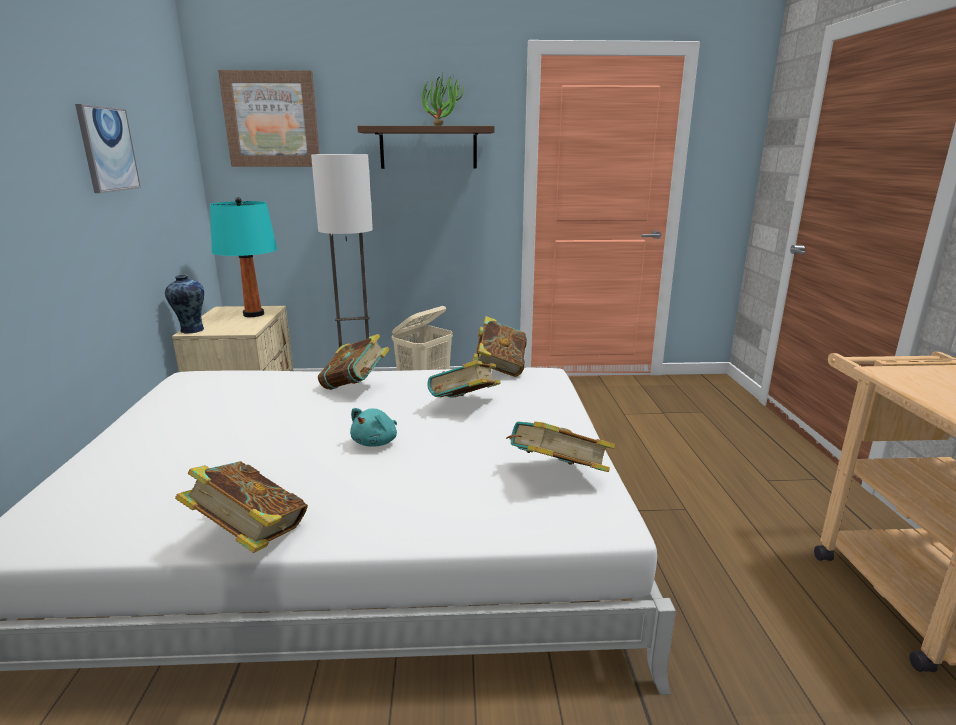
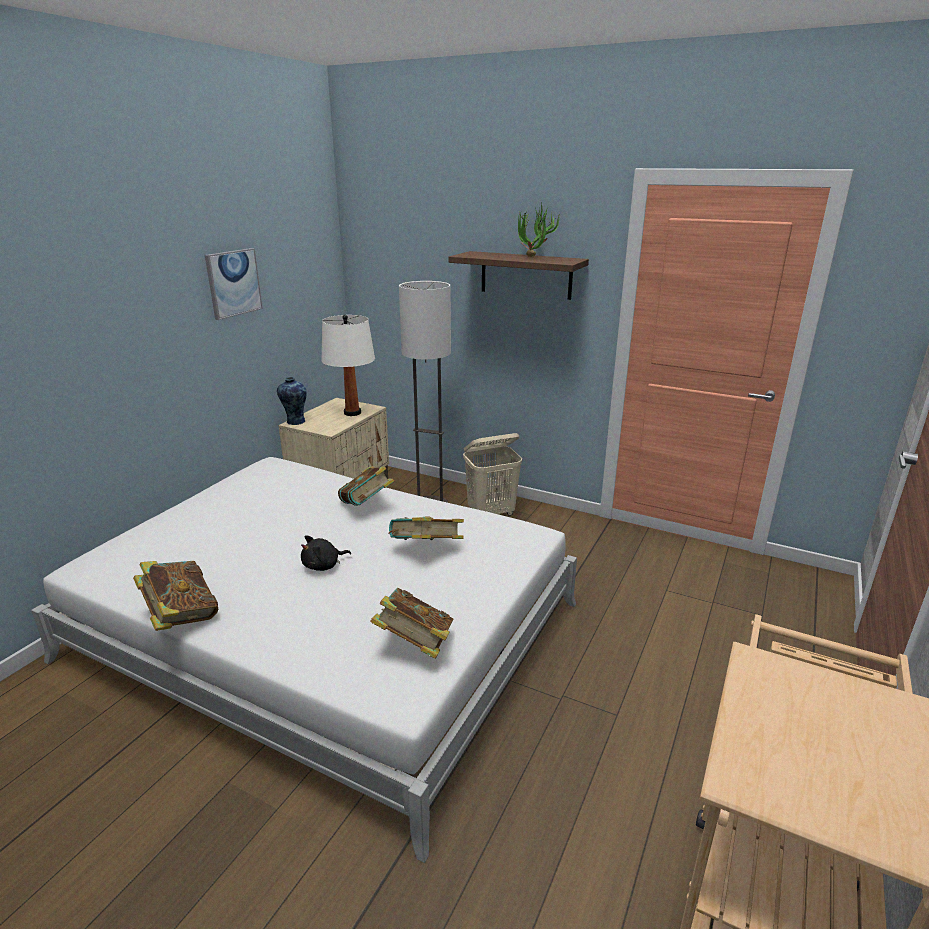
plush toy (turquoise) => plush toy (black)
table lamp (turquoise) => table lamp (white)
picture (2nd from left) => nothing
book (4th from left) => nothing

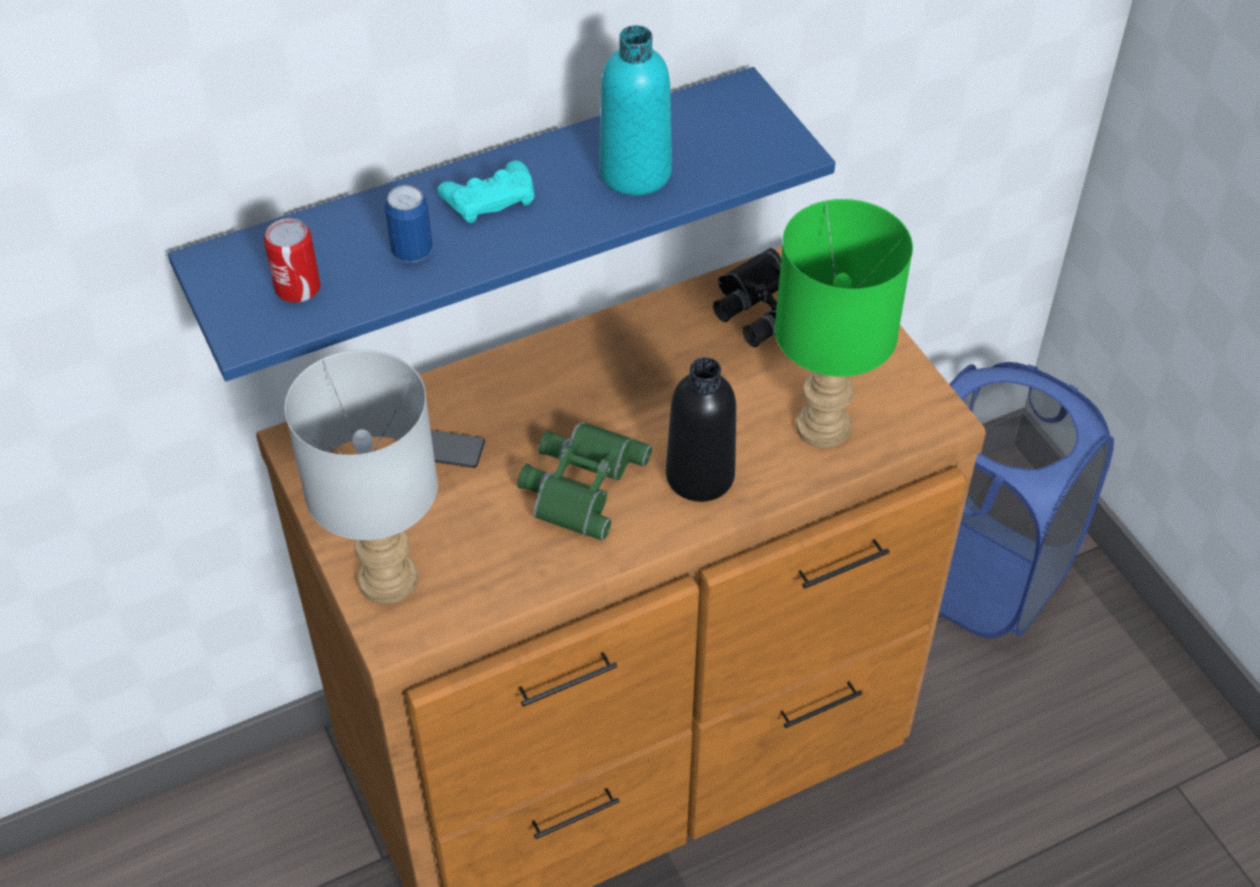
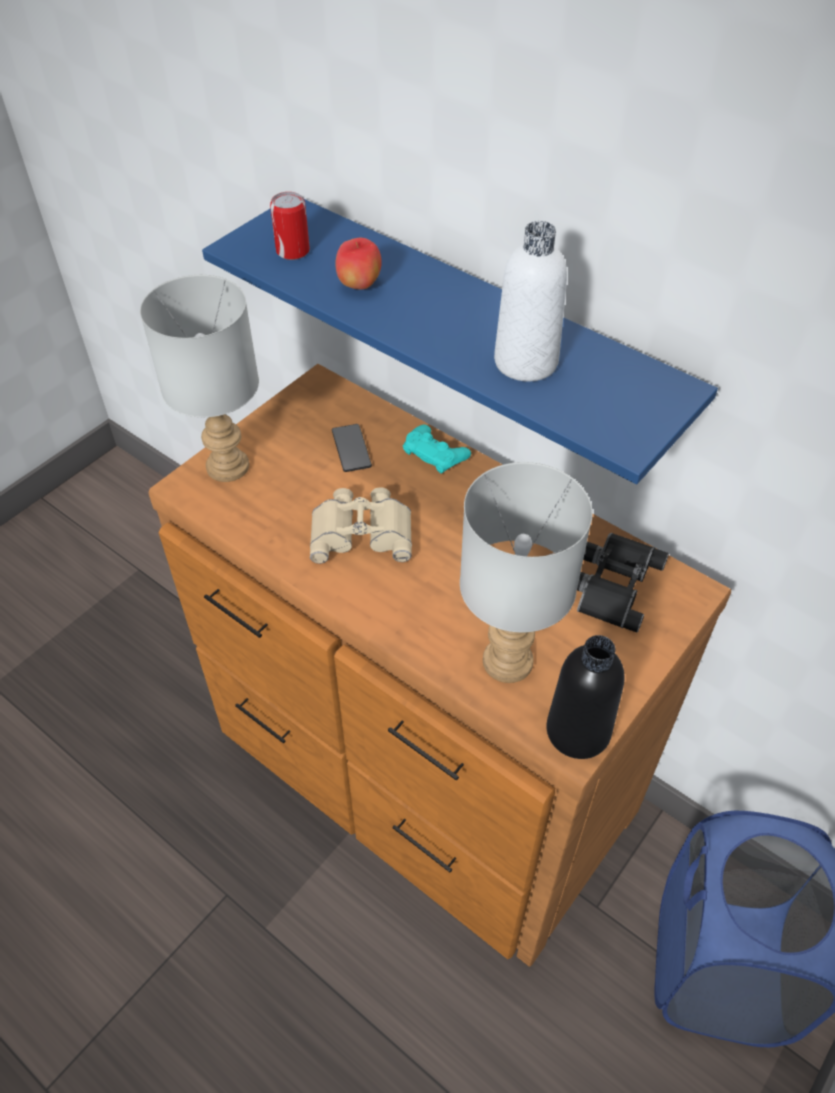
binoculars (green) => binoculars (beige)
can (2nd from left) => apple
game controller (turquoise), move
table lamp (green) => table lamp (grey) (2nd from left)
bottle (turquoise) => bottle (white)
bottle (black), move

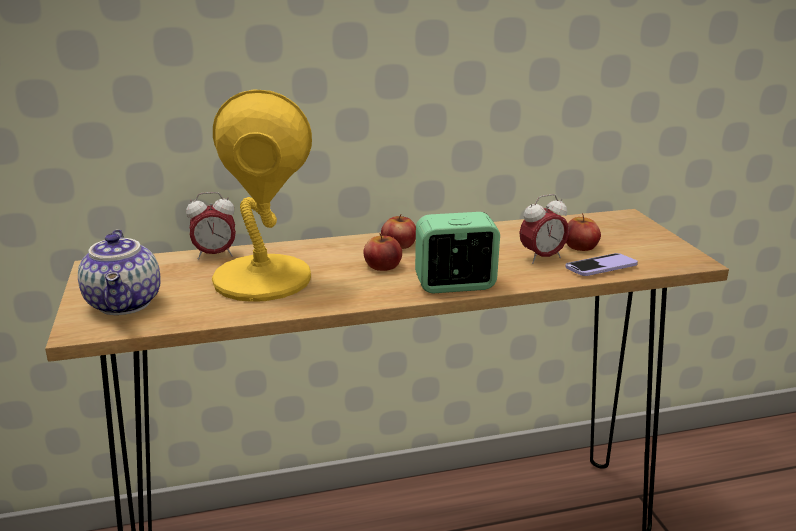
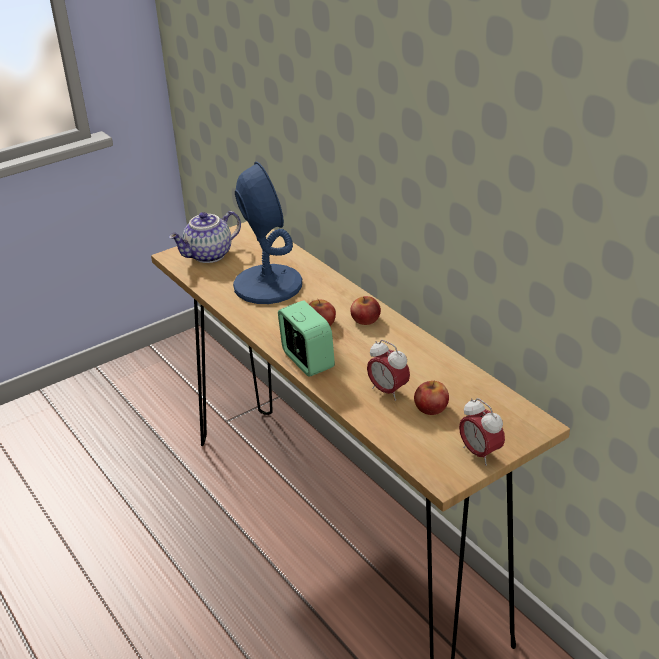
table lamp (yellow) => table lamp (blue)
alarm clock (1st from left in the first image) => alarm clock (3rd from left), move
phone => nothing

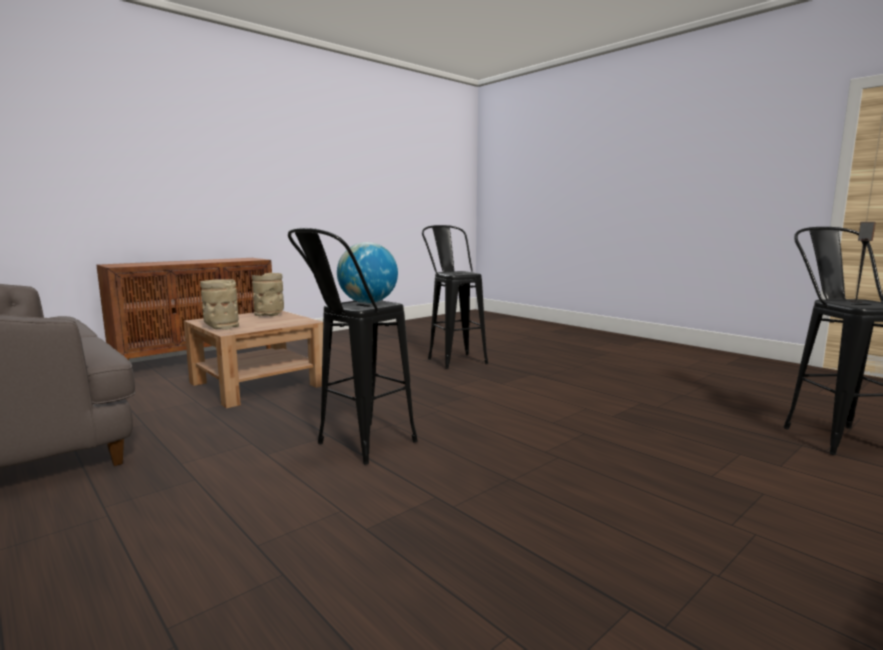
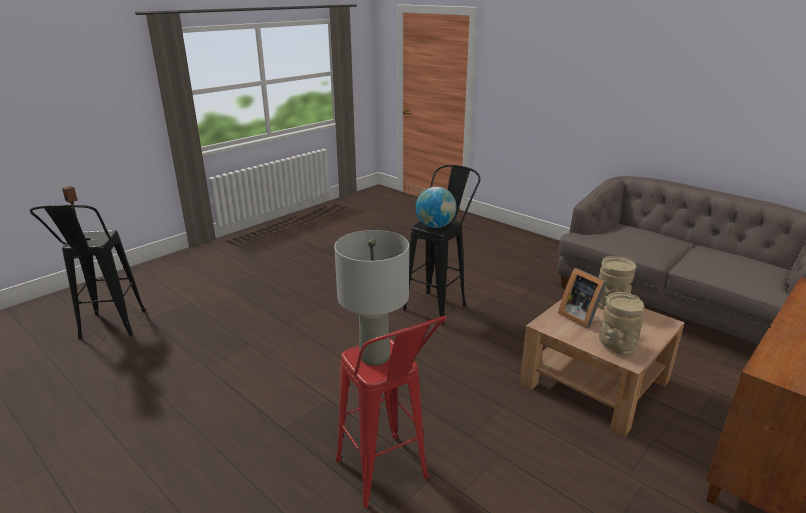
nothing => table lamp (grey)
stool (black) (2nd from left) => stool (red)
nothing => picture frame

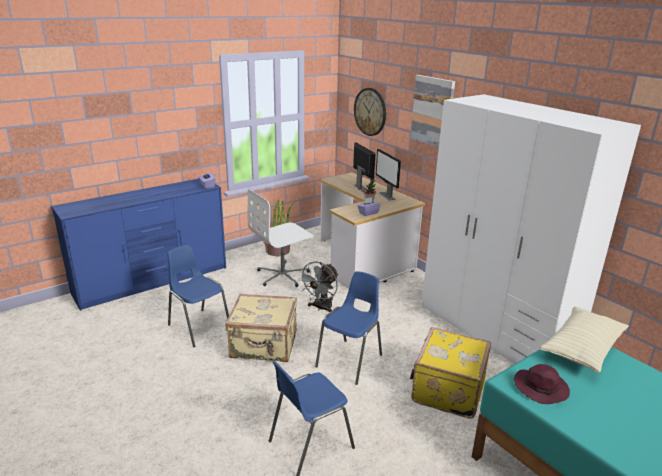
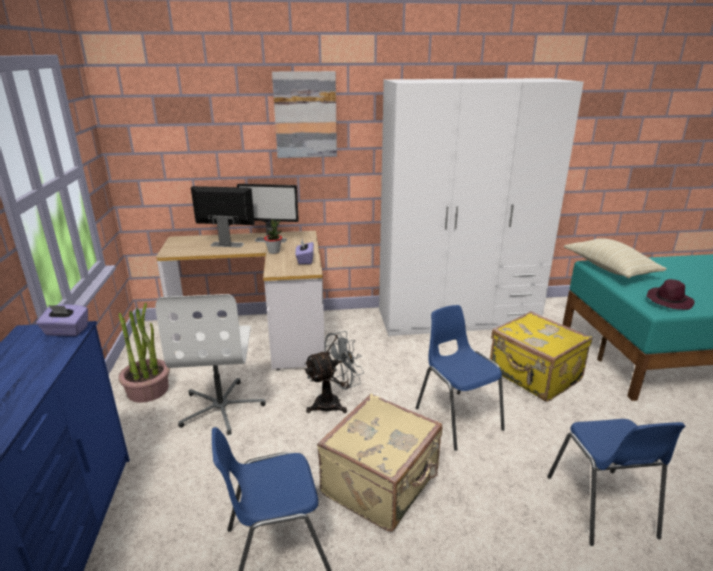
fan (grey), 90 degrees counterclockwise
wall clock => nothing

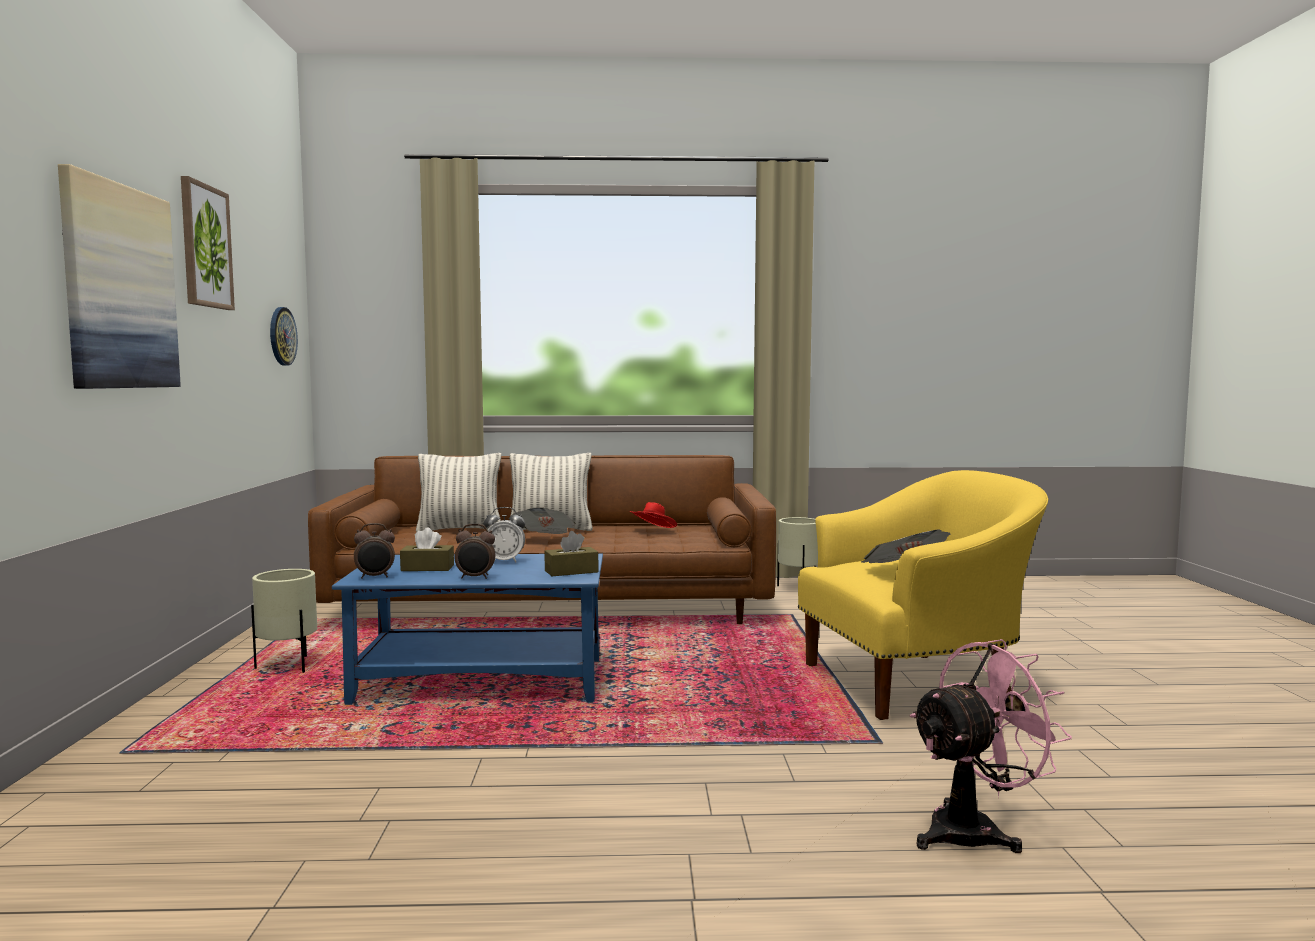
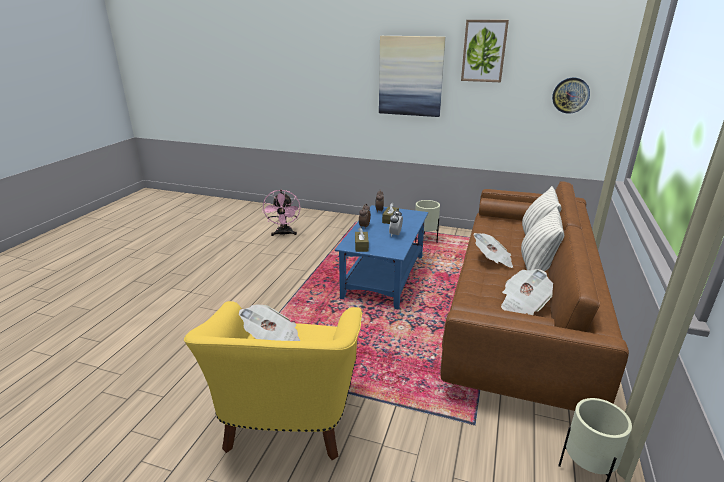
fan (pink), move
hat (red) => newspaper (3rd from left)

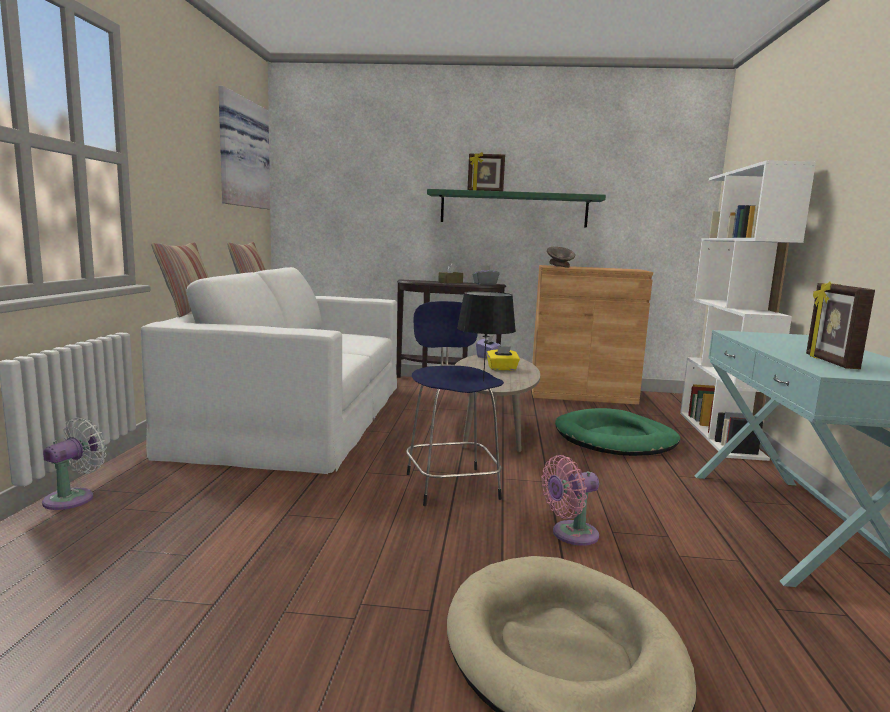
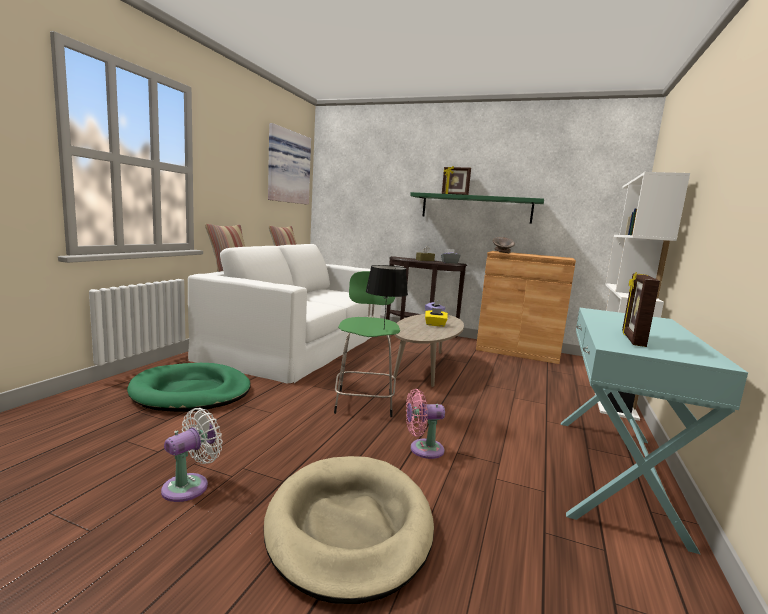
dog bed (green), move
fan (white), move
stool (blue) => stool (green)

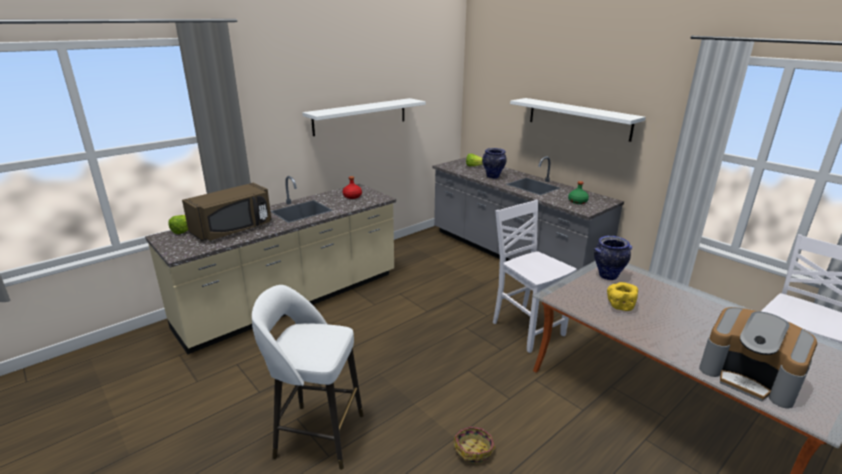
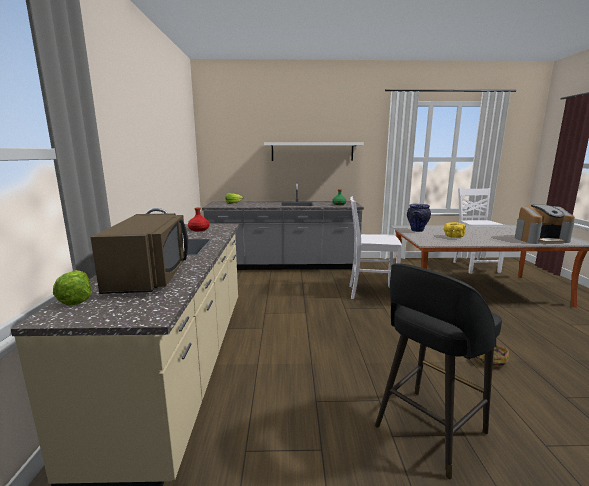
stool (white) => stool (black)
shelf (white) (1st from left) => nothing
vase (1st from left) => nothing

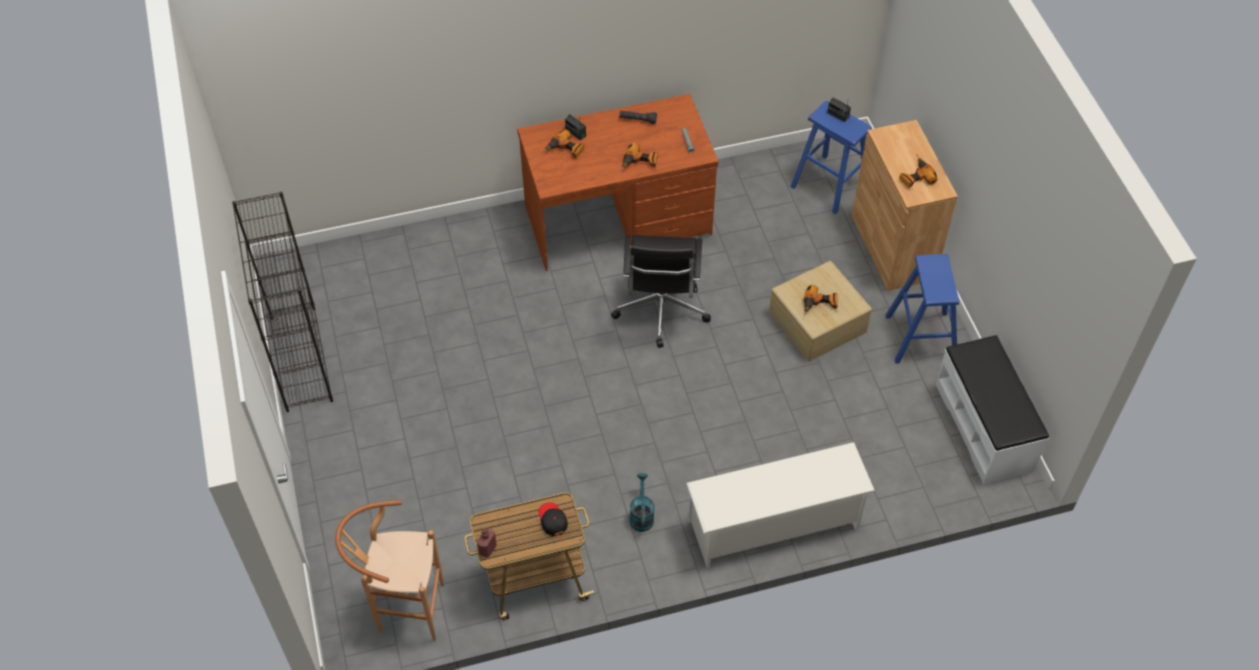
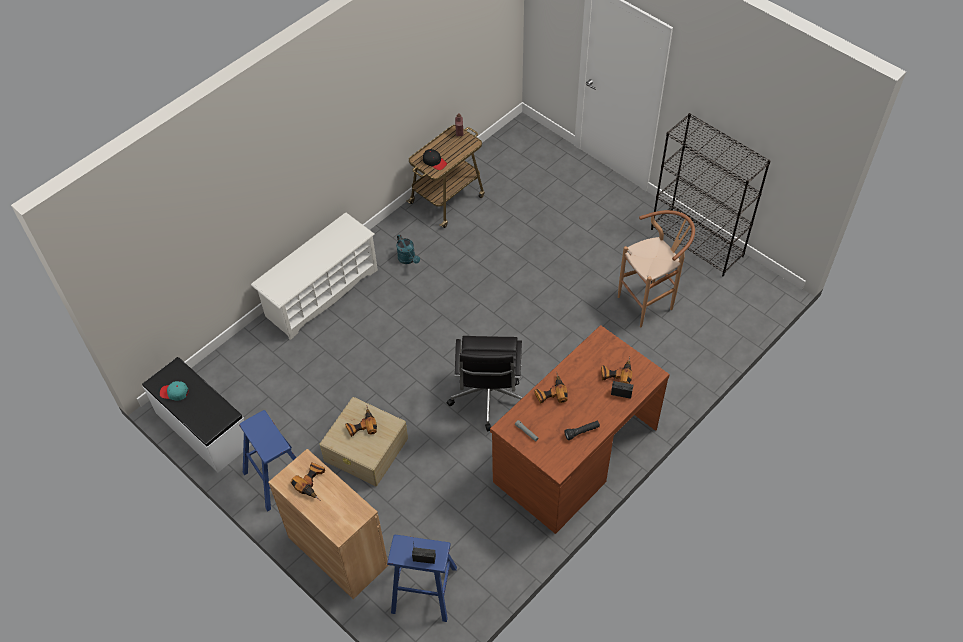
nothing => cap (turquoise)
office chair (black), 150 degrees counterclockwise
stool (brown), move

